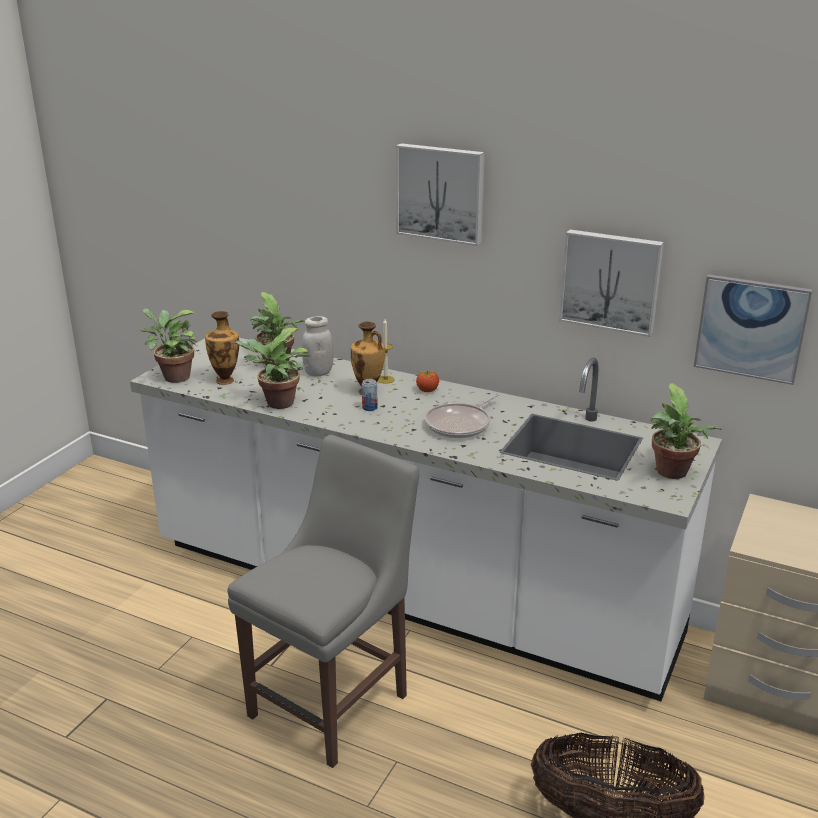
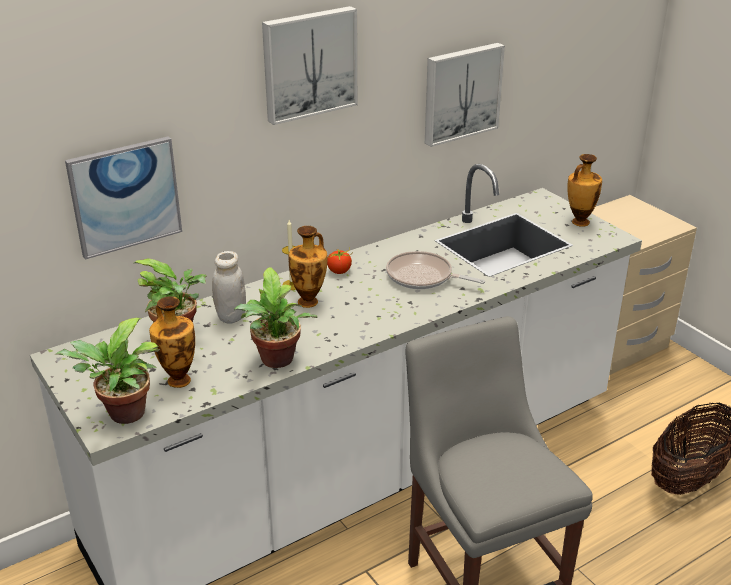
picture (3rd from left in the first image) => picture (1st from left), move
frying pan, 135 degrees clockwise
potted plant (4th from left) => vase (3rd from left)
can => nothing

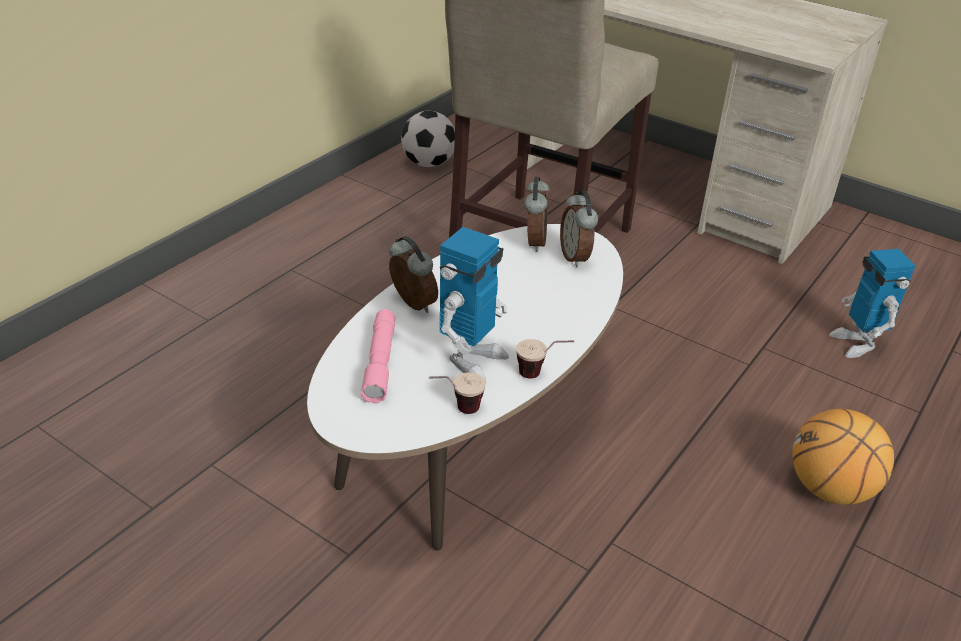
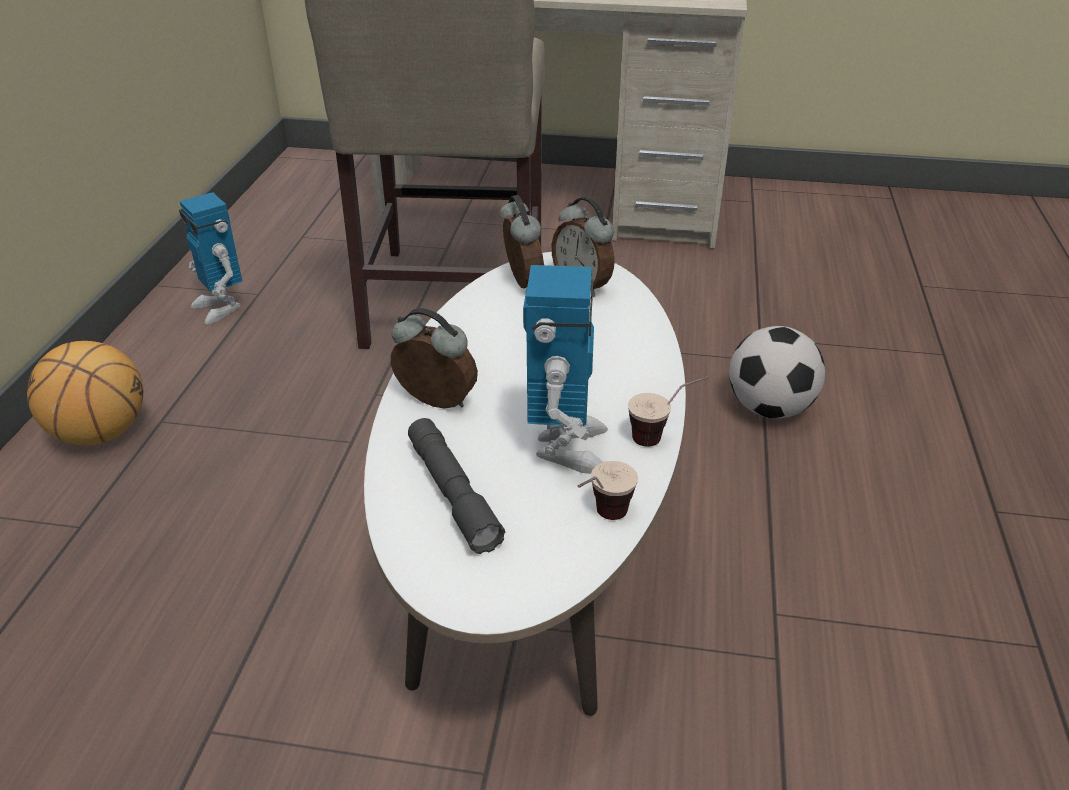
basketball, move
toy robot (2nd from left in the first image) => toy robot (1st from left), move
flashlight (pink) => flashlight (grey)
football, move

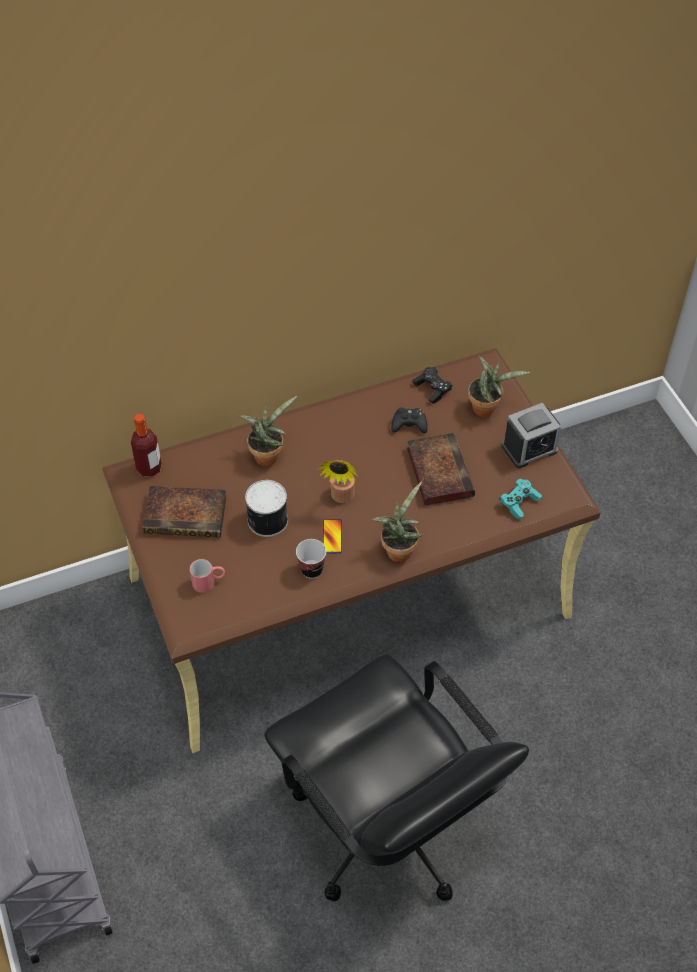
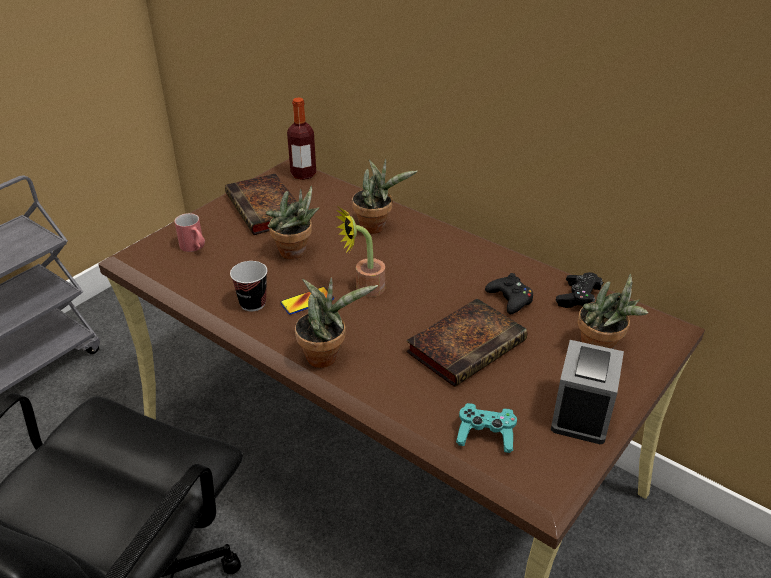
can => potted plant (1st from left)
alarm clock, 75 degrees clockwise

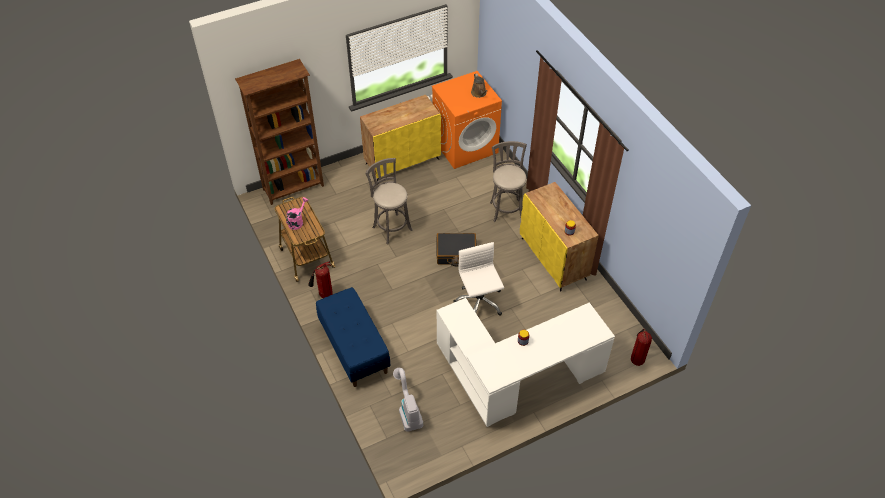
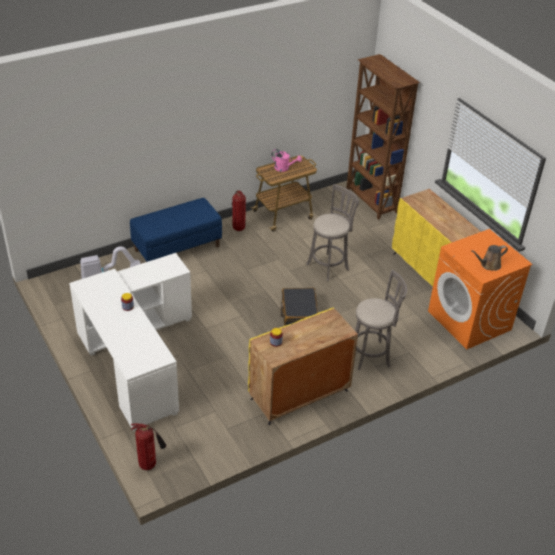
office chair (white) => nothing

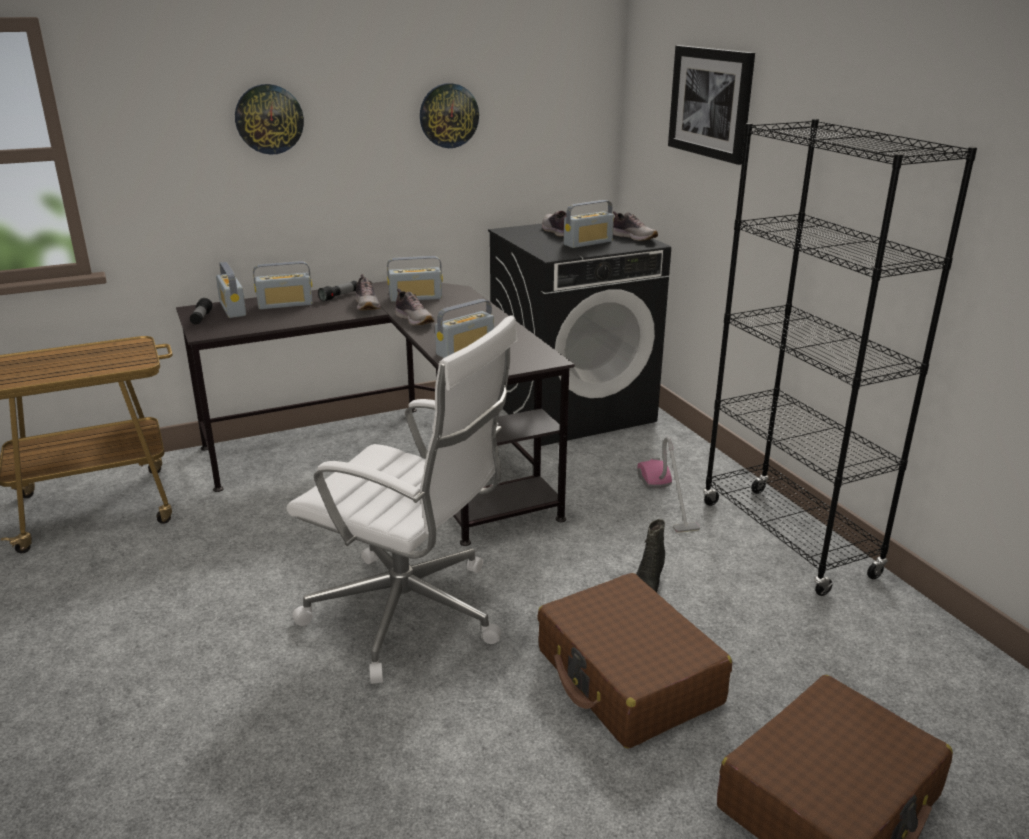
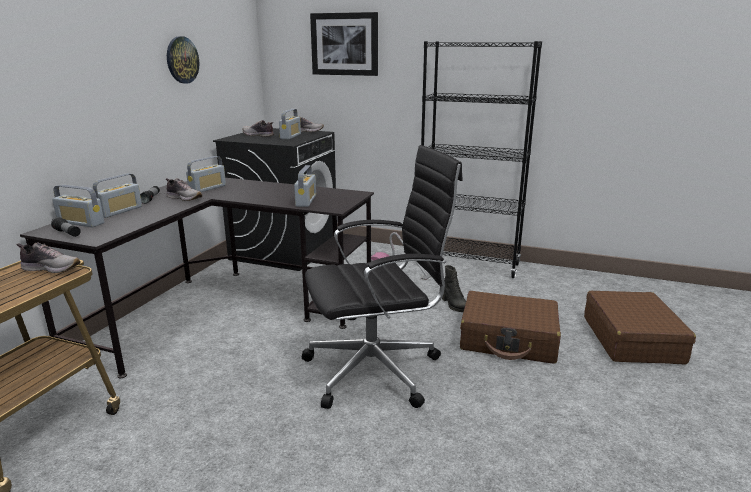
shoe (2nd from left in the first image) => shoe (1st from left), move
office chair (white) => office chair (black)
wall clock (1st from left) => nothing

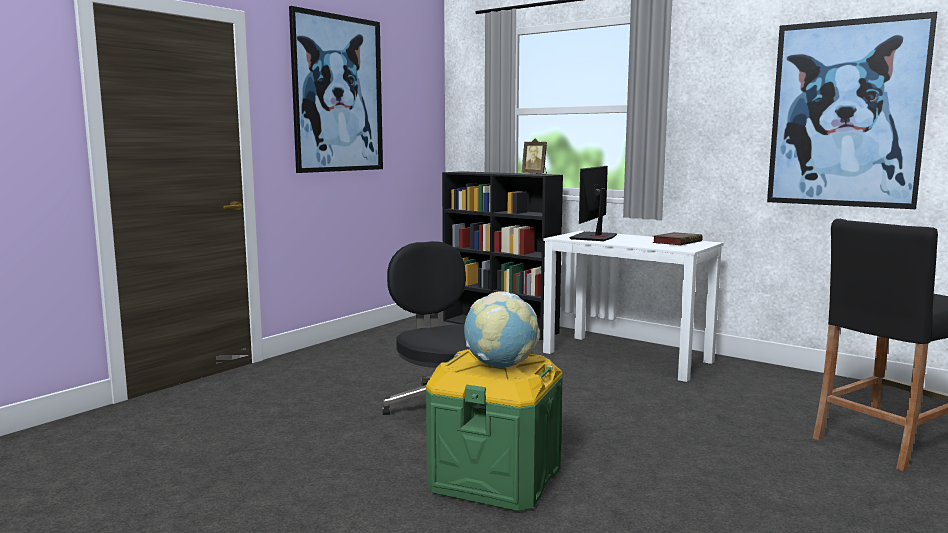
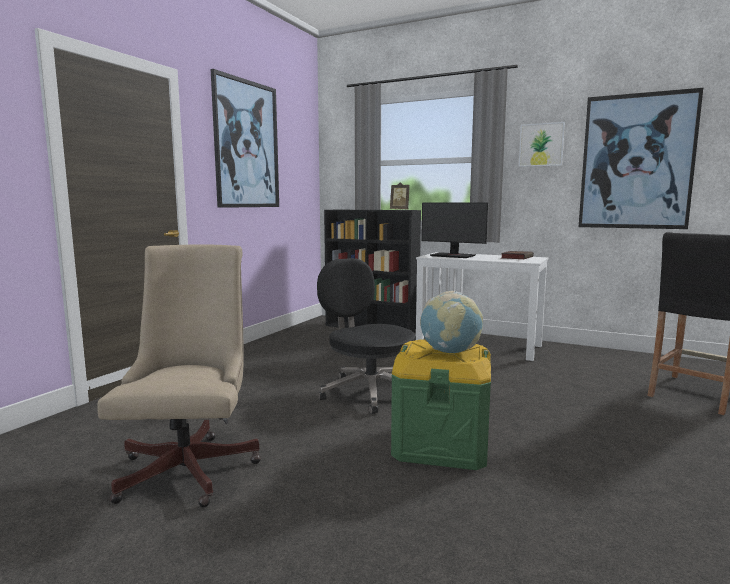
nothing => office chair (beige)
monitor, 75 degrees counterclockwise
nothing => picture (2nd from left)

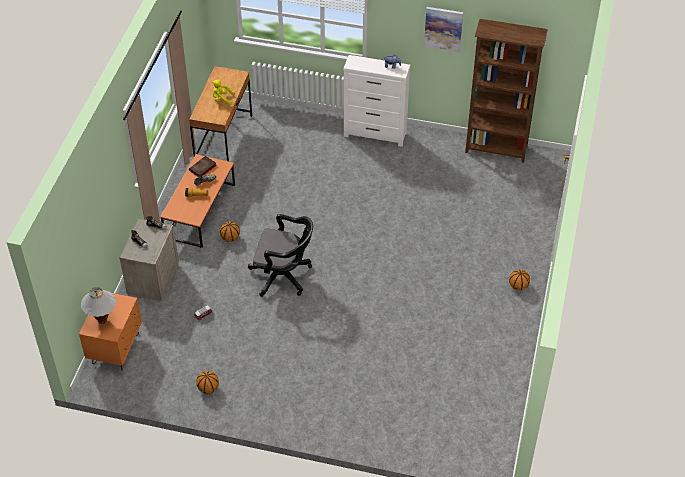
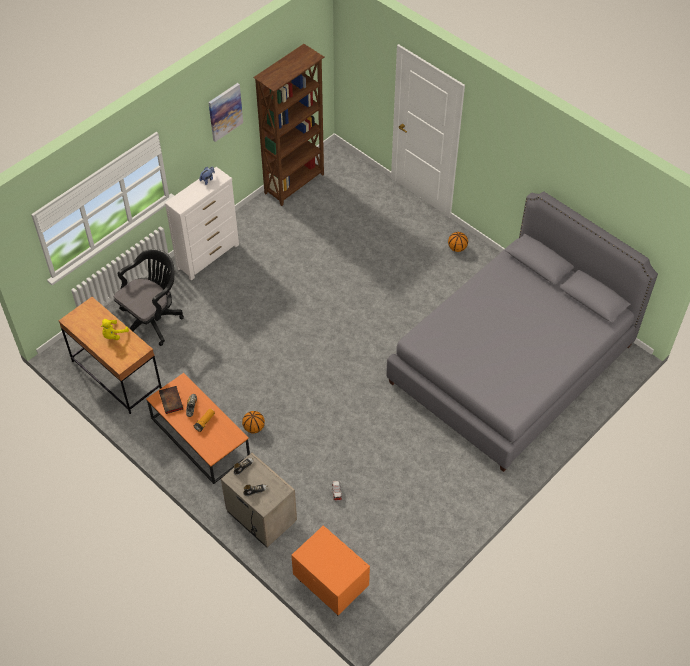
office chair (black), move
nothing => bed (grey)
table lamp (white) => nothing
basketball (1st from left) => nothing

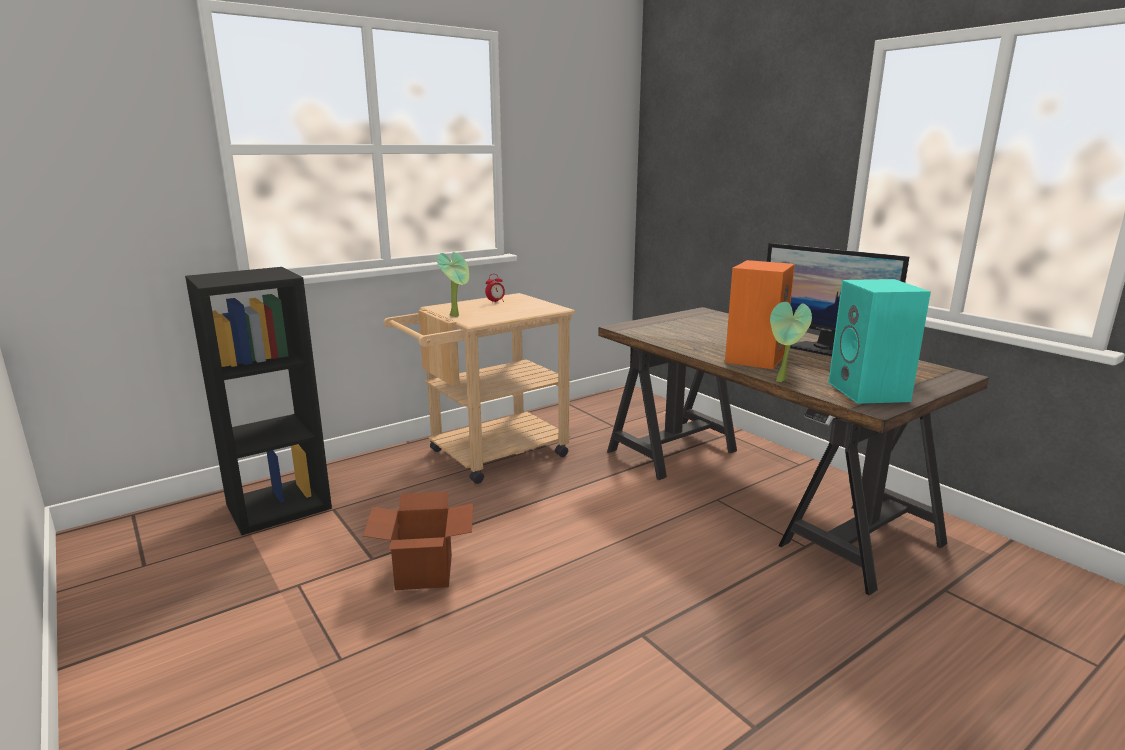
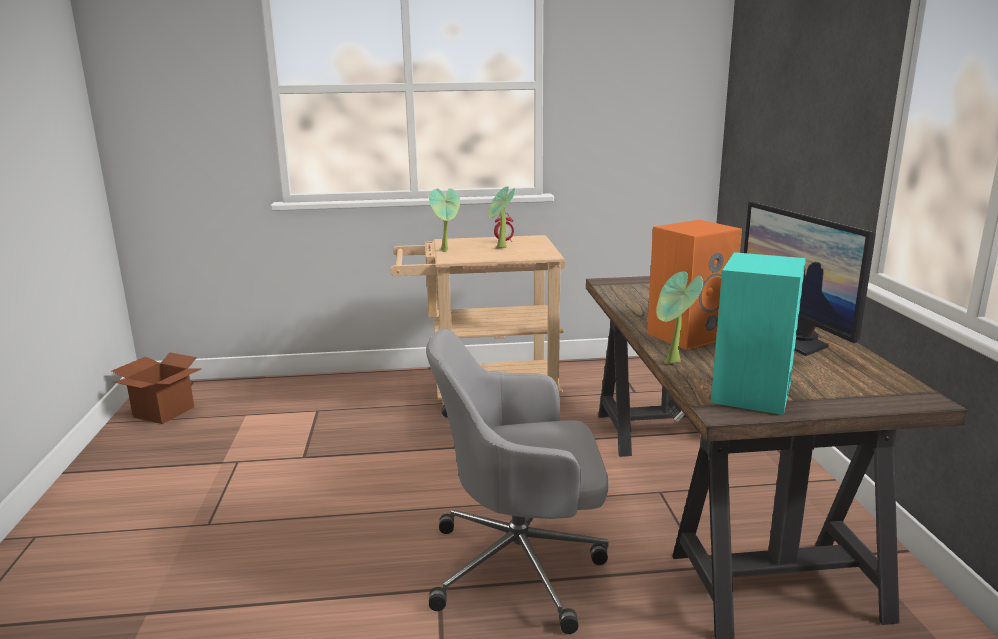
cardboard box, move
nothing => office chair (grey)
nothing => potted plant (2nd from left)
bookcase (black) => nothing

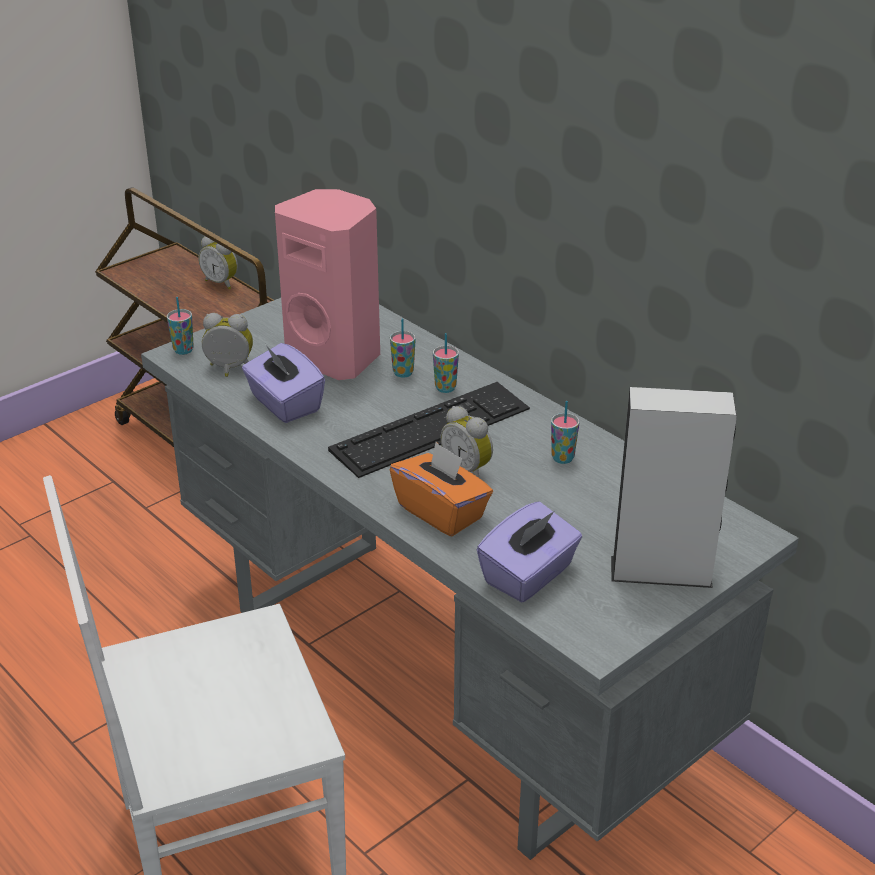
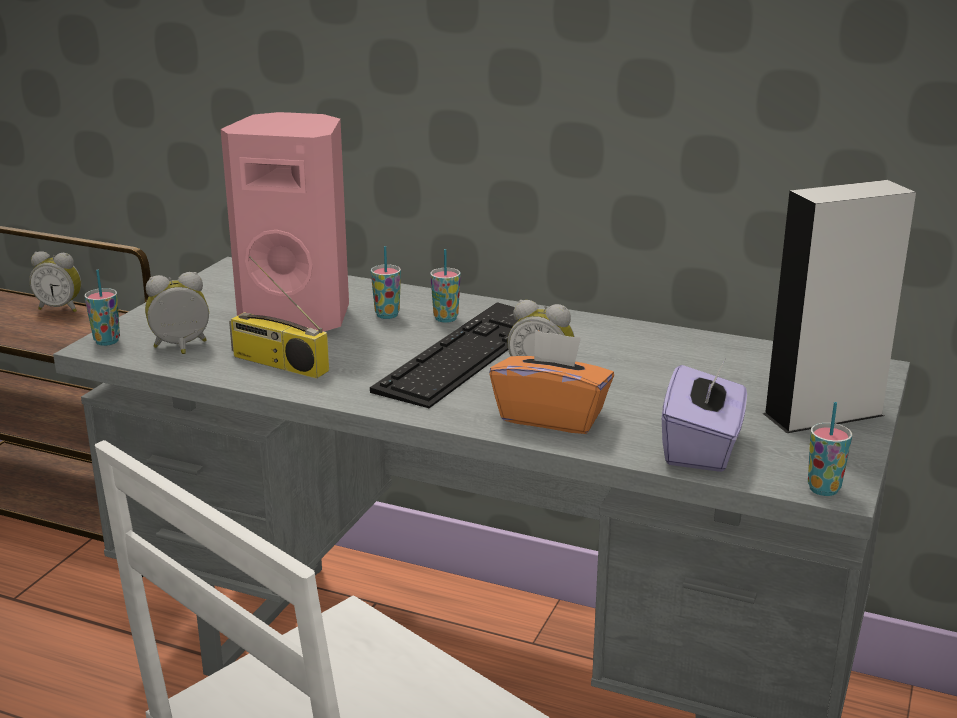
tissue box (purple) (1st from left) => radio
cup (4th from left), move

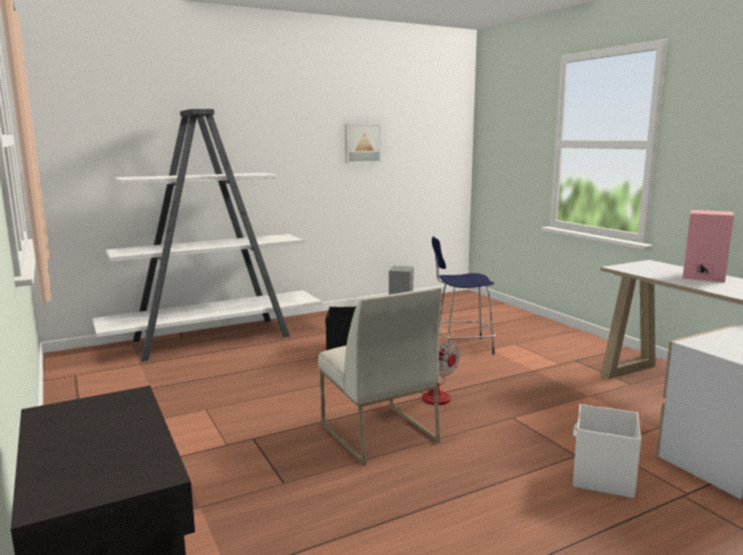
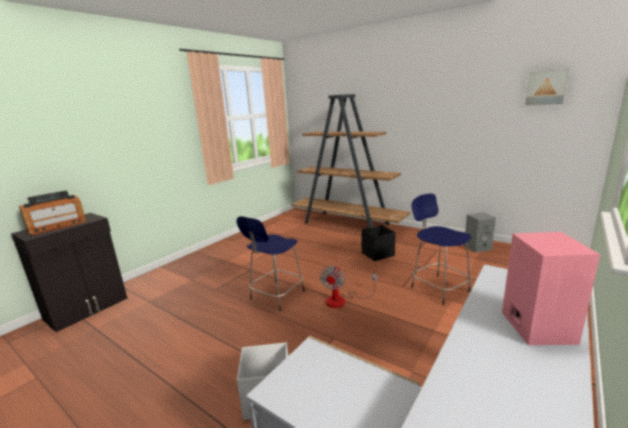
nothing => radio
chair (white) => stool (blue) (1st from left)
bookcase (white) => bookcase (brown)
picture, move

